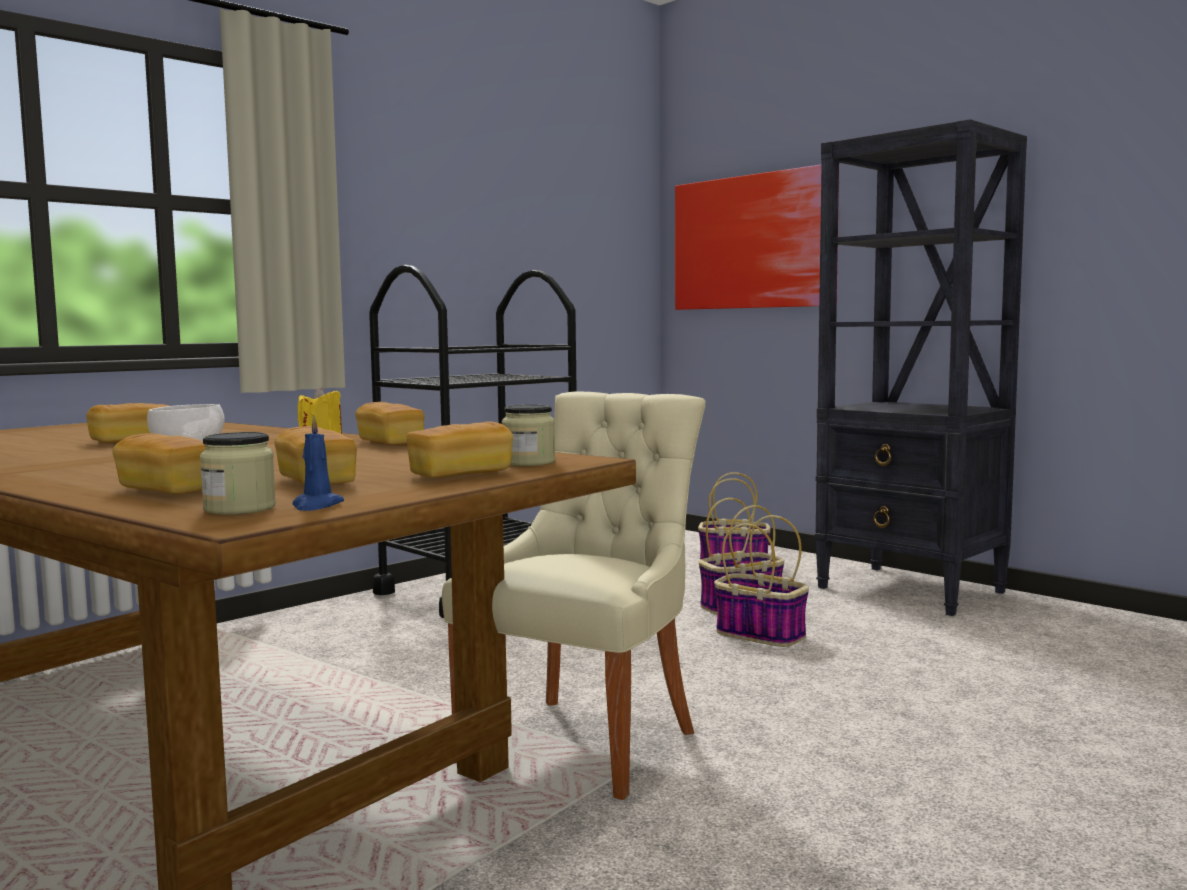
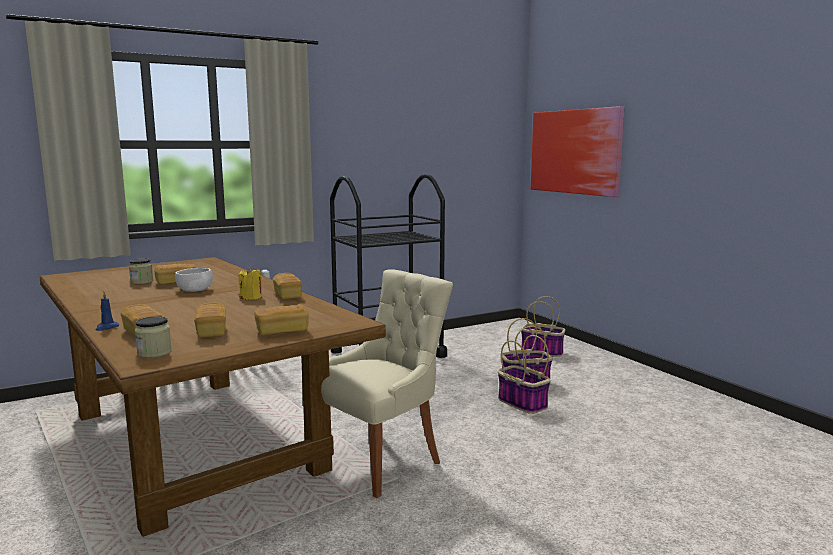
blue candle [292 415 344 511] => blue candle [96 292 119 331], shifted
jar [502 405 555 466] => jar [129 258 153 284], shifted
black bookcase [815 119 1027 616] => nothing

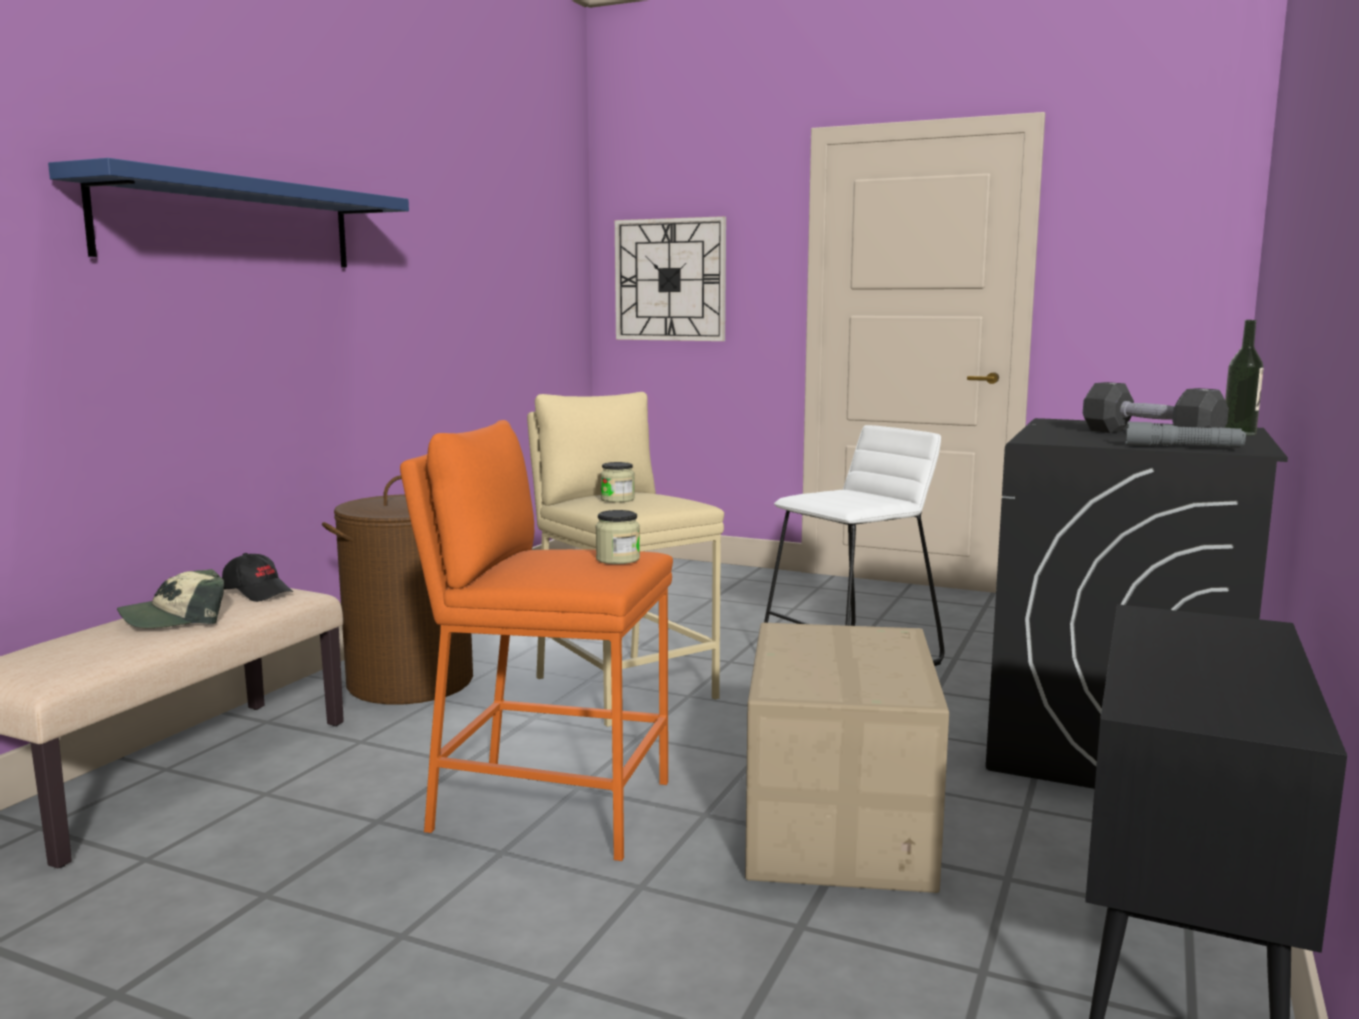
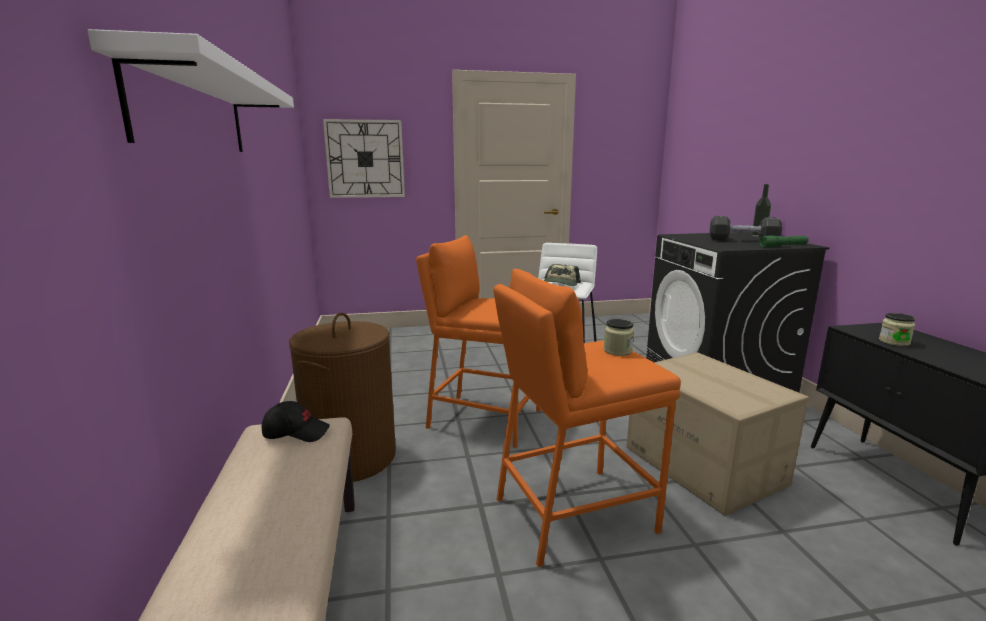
blue shelf [48 158 409 268] => white shelf [87 29 294 152]
cap [117 569 224 628] => cap [544 264 581 286], shifted
beige stool [527 392 724 727] => orange stool [416 235 540 448]
jar [601 462 635 503] => jar [879 313 915 346], shifted
grey flashlight [1126 422 1246 448] => green flashlight [759 235 809 247]

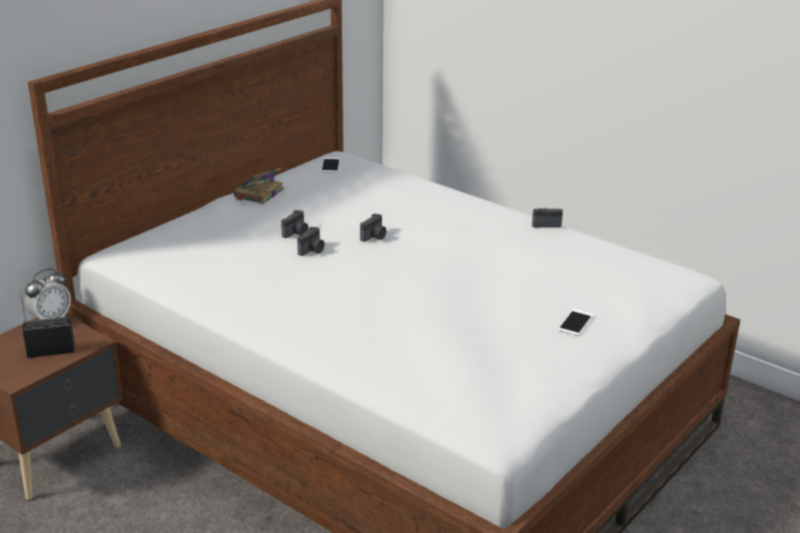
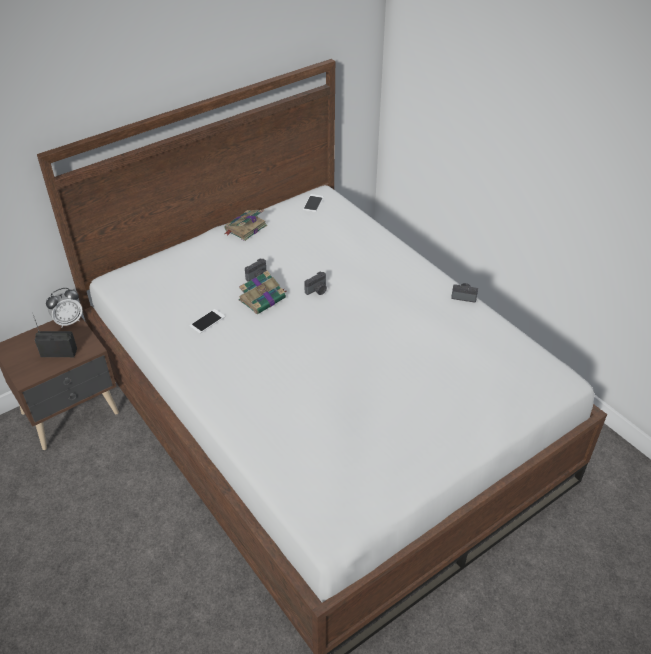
photo camera [297 227 324 256] => book [239 270 287 314]
phone [558 309 594 336] => phone [189 309 225 334], shifted

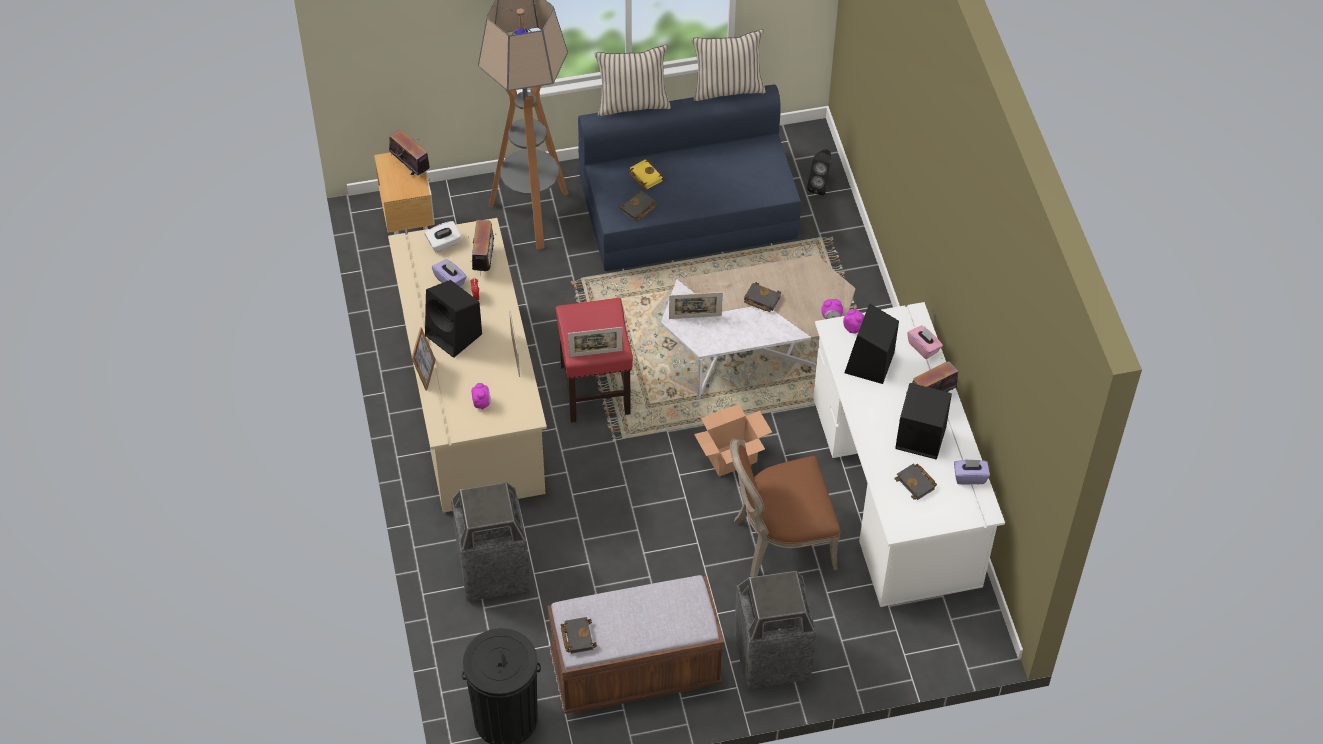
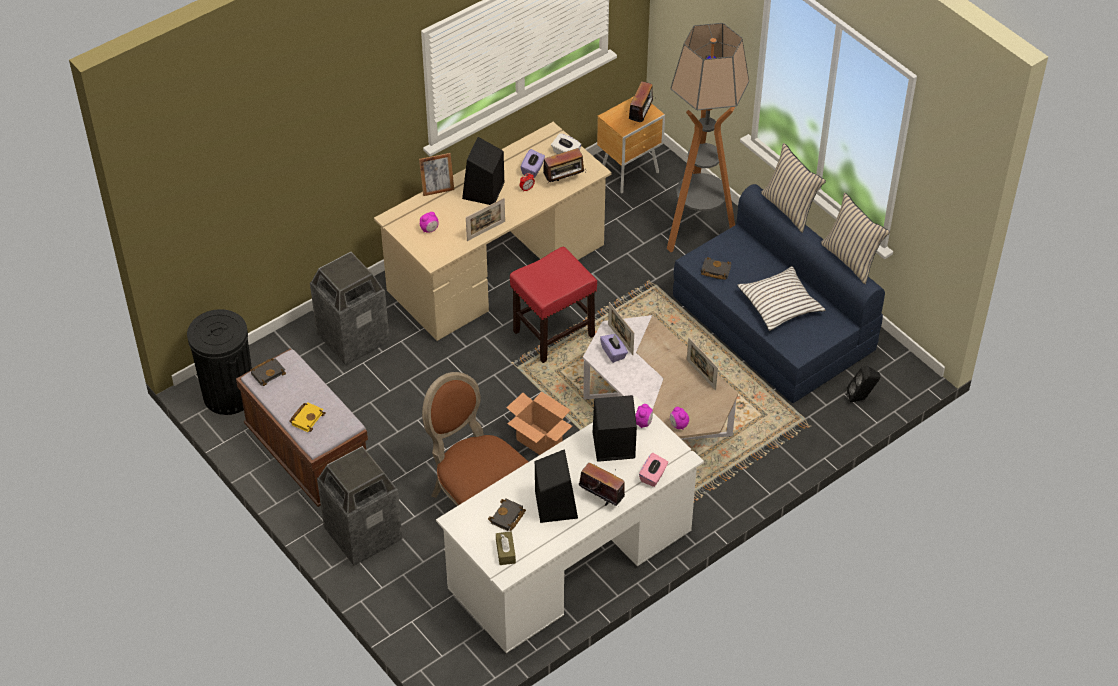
picture frame [568 327 623 357] => picture frame [687 338 718 390], shifted
yellow book [628 159 665 189] => yellow book [289 402 326 432], shifted
black book [744 282 781 312] => nothing
purple tissue box [954 459 990 484] => purple tissue box [600 334 628 363], shifted
nothing => brown tissue box [496 532 516 565]
nothing => white pillow [737 266 825 331]

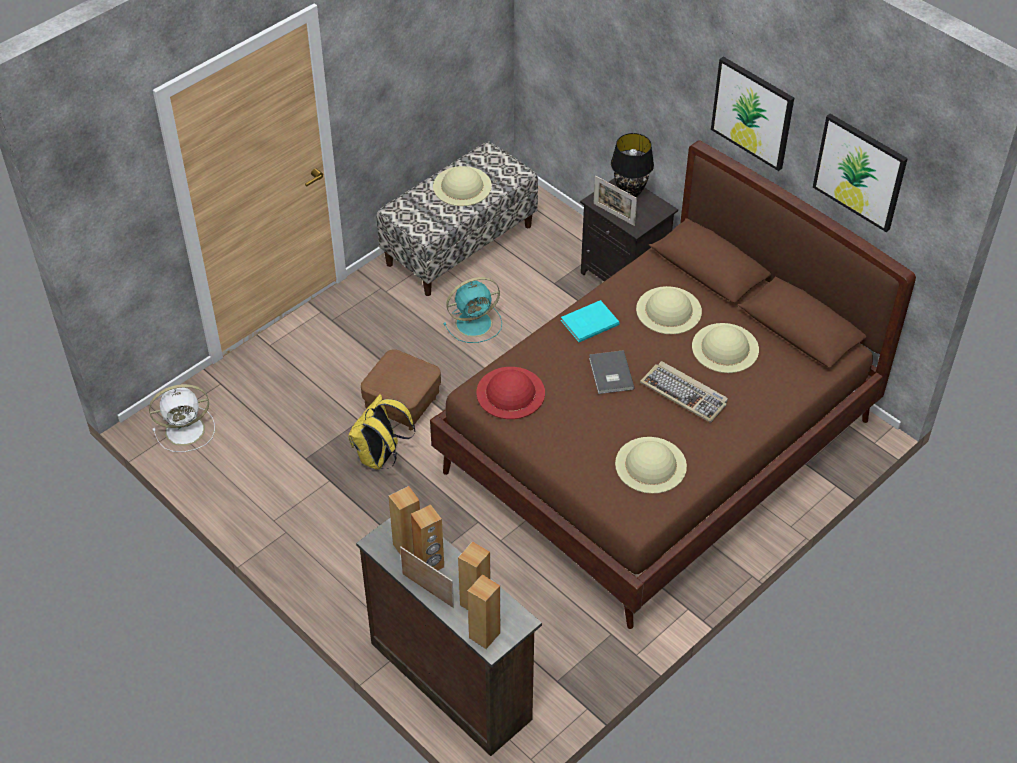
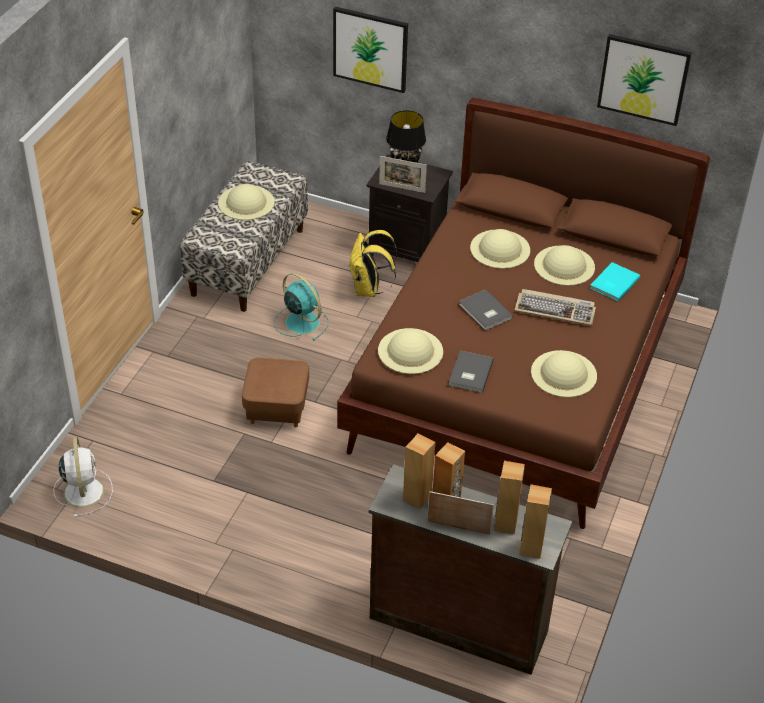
white fan [149 384 215 452] => white fan [53 437 113 517], 60 degrees counterclockwise
yellow backpack [348 394 415 470] => yellow backpack [349 230 398 297], shifted
turquoise fan [443 277 502 343] => turquoise fan [274 273 328 341], 90 degrees counterclockwise
red hat [476 367 545 419] => beige hat [378 328 443 374]
turquoise book [561 300 619 342] => turquoise book [590 262 640 301], shifted
picture [711 57 794 171] => picture [333 7 408 93], shifted
nothing => grey book [448 350 494 393]

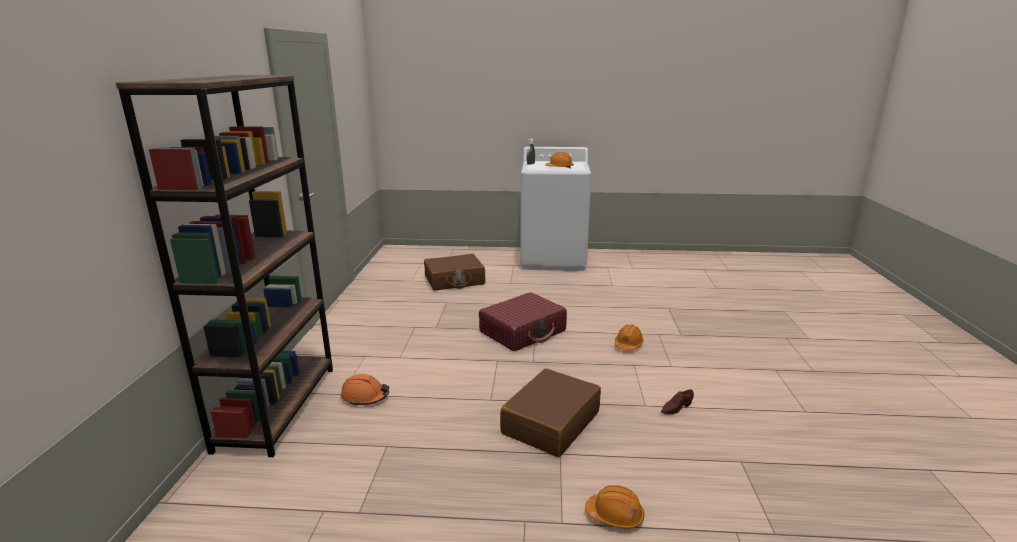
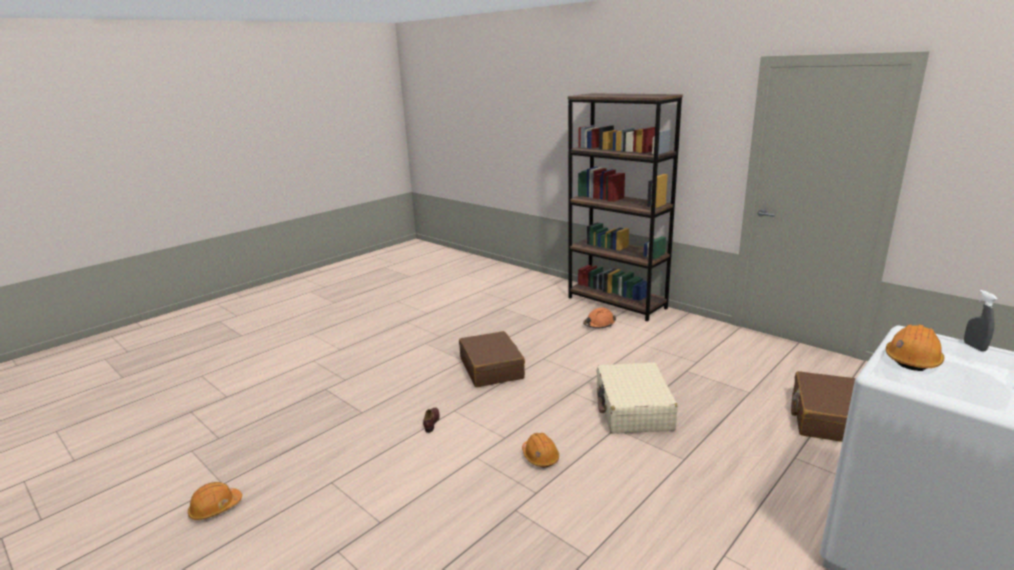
red suitcase [479 292 567 351] => beige suitcase [597 362 678 434]
orange hard hat [585 485 644 529] => orange hard hat [188 482 242 520], shifted

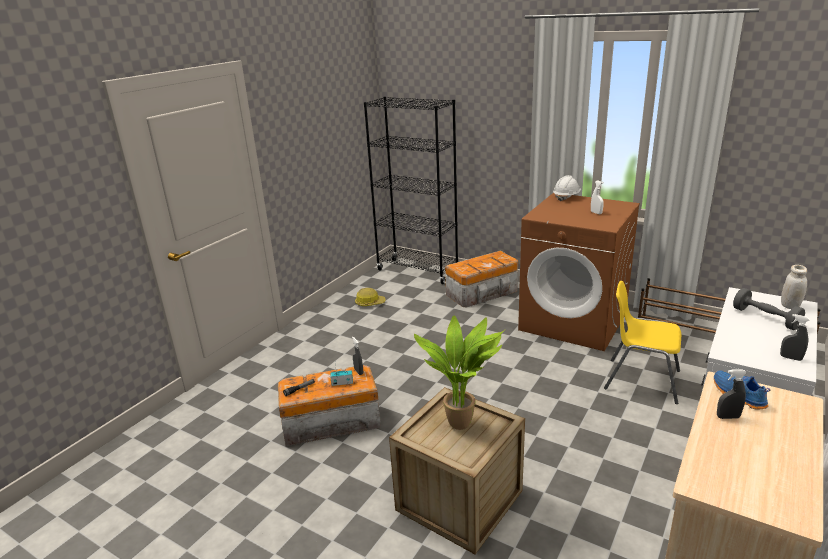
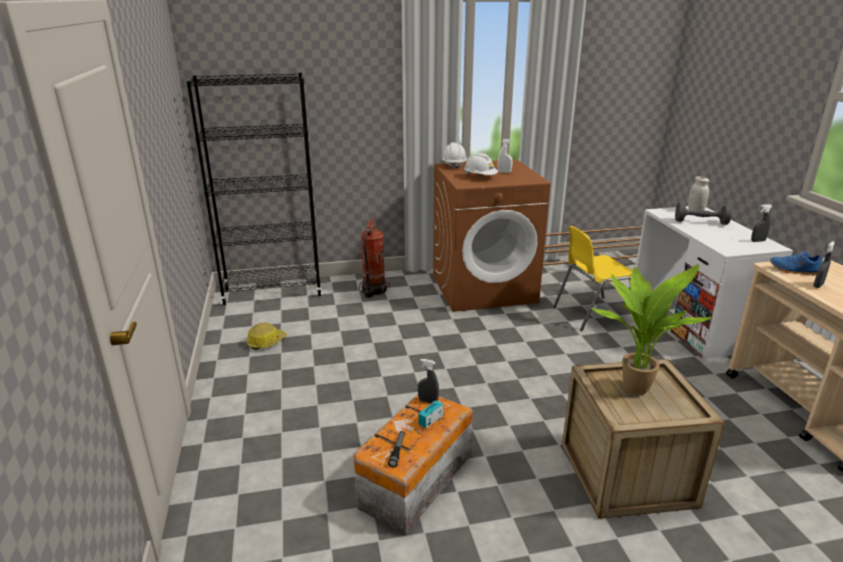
storage box [445 251 518 307] => fire extinguisher [359 218 390 298]
nothing => white hard hat [464 153 498 175]

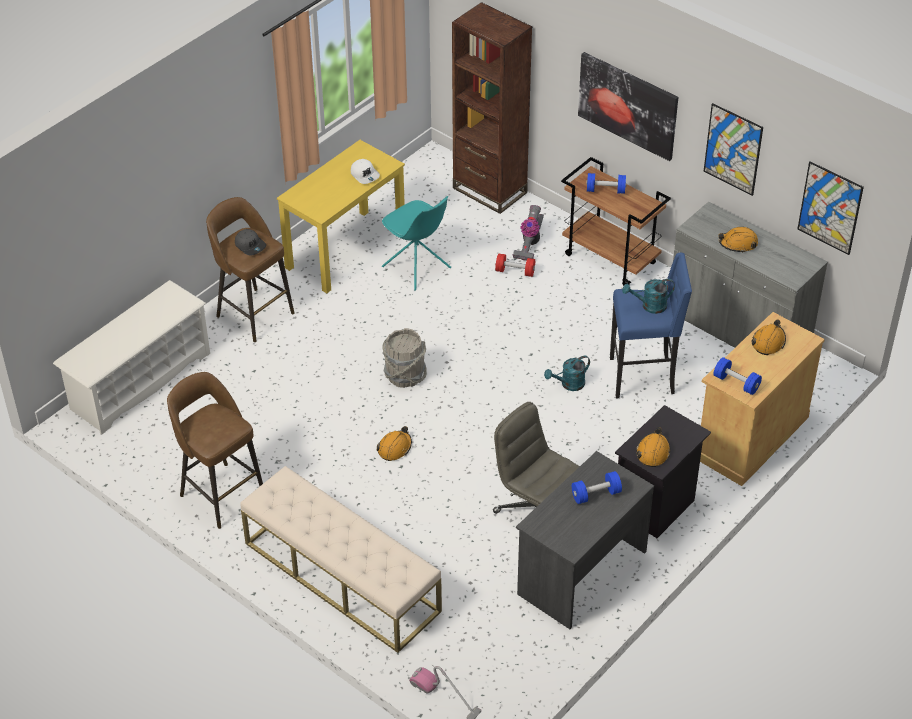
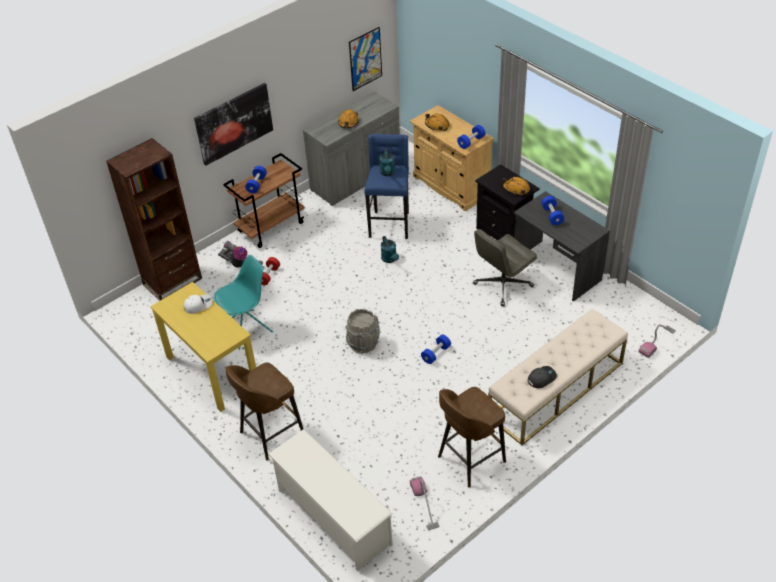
grey cap [235 229 266 256] => grey cap [528 366 557 388], shifted
orange hard hat [377 426 412 461] => blue dumbbell [421 334 451 364]
picture [703 103 763 196] => nothing
nothing => vacuum cleaner [410 476 439 530]

